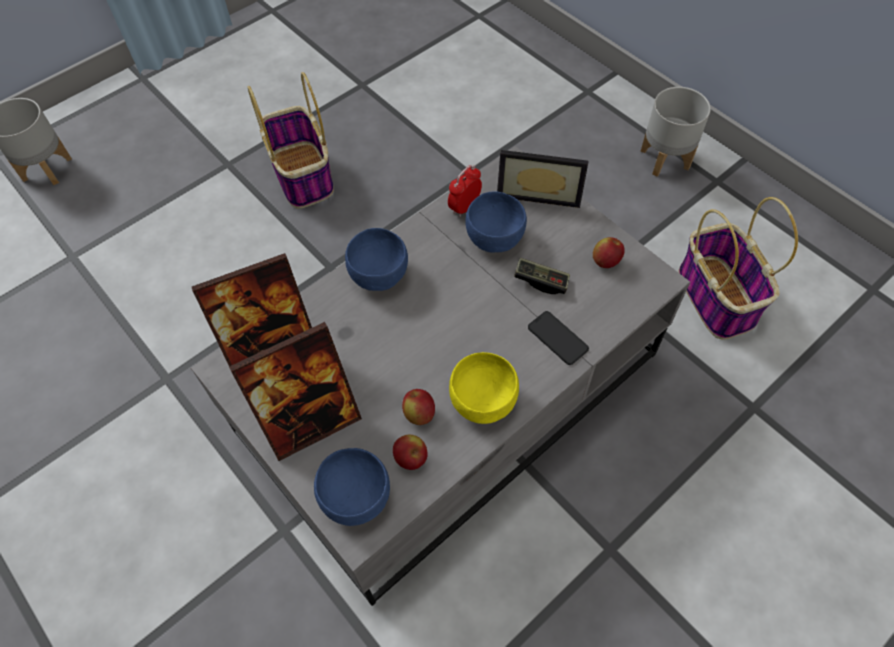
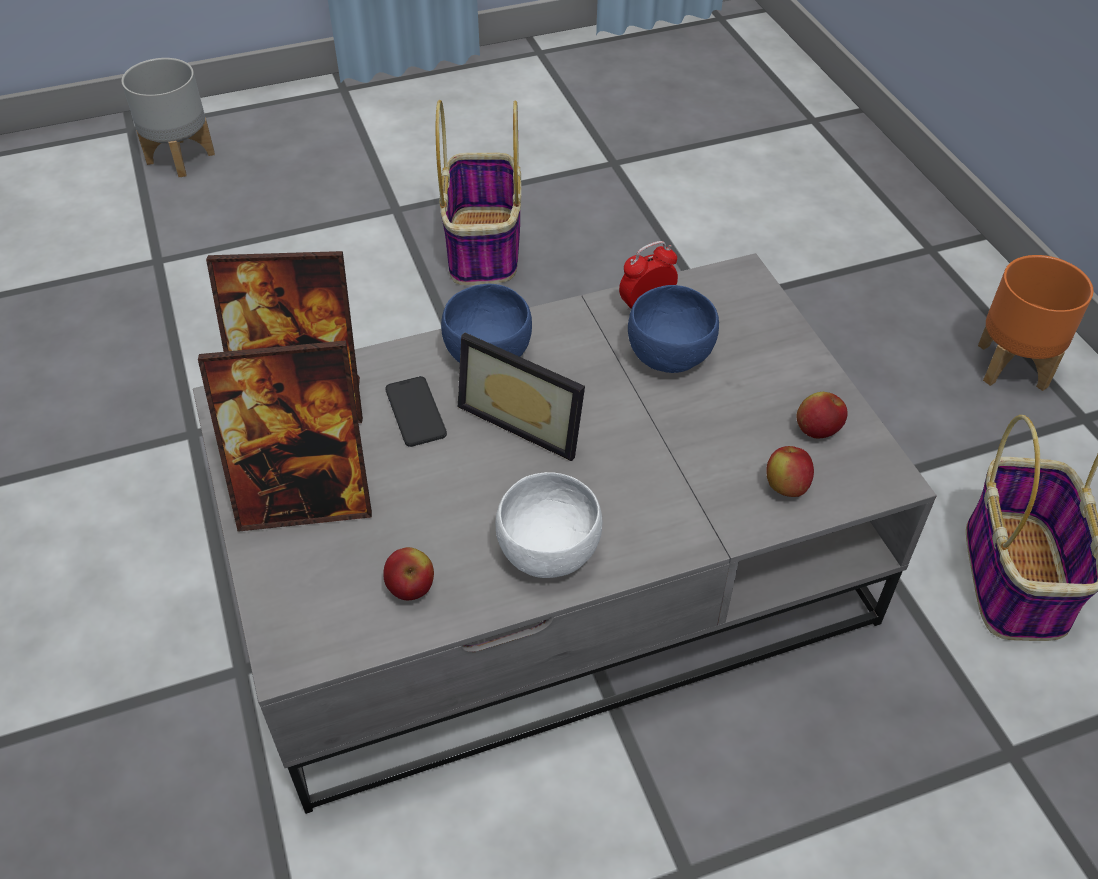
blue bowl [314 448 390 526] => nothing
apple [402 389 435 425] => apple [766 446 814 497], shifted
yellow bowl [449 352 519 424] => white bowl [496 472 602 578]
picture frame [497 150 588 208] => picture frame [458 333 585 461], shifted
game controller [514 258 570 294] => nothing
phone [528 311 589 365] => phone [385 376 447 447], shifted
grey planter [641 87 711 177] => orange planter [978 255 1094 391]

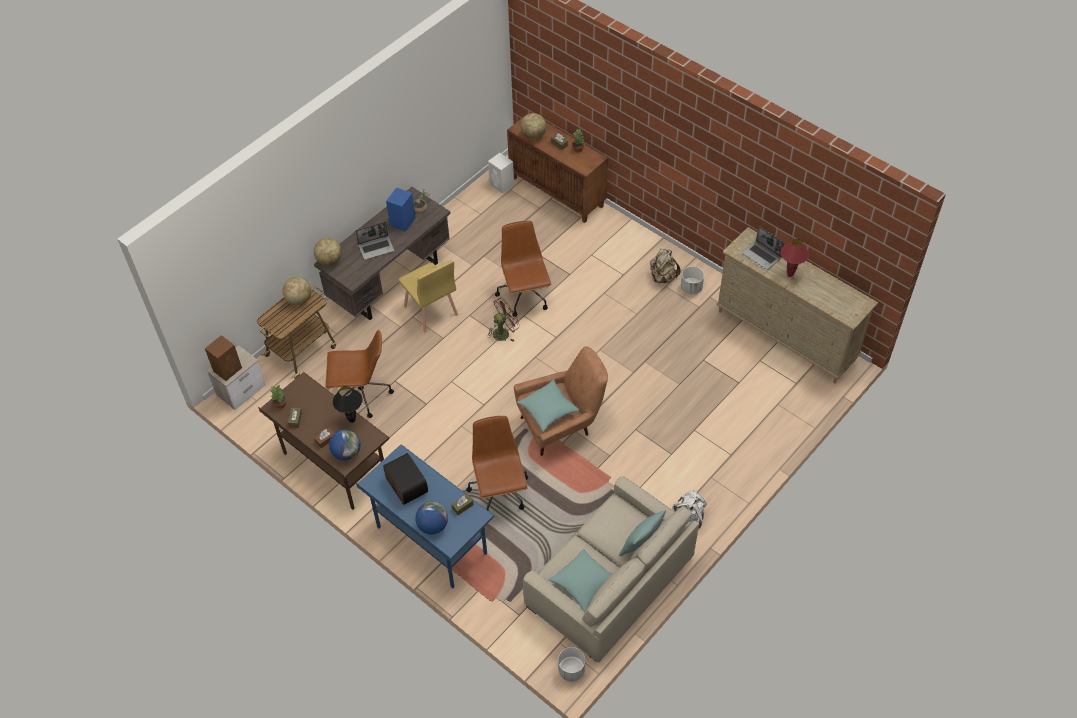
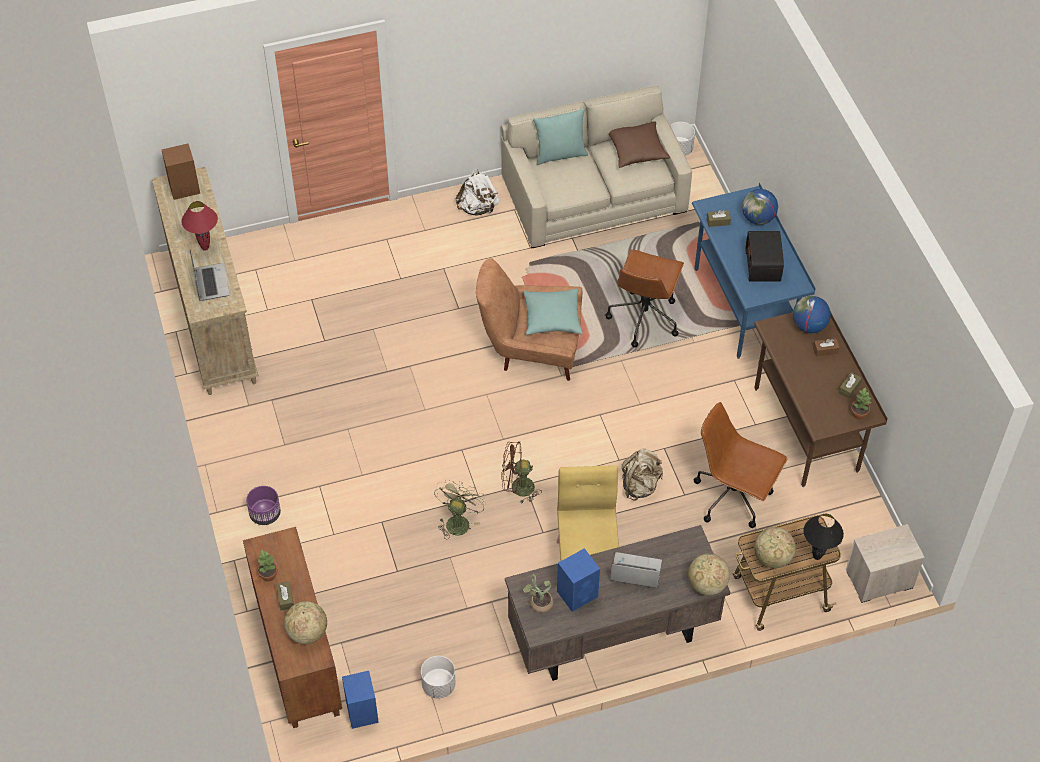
brown speaker [205 335 242 381] => brown speaker [162 144 200 200], shifted
black table lamp [333 386 363 423] => black table lamp [804 514 844 560], shifted
white speaker [488 153 514 194] => blue speaker [342 671 379 729]
brown office chair [495 221 551 317] => green fan [434 479 486 540]
turquoise pillow [549 549 612 612] => brown pillow [609 121 670 168]
beige backpack [650 249 680 283] => beige backpack [622 449 663 501], shifted
white planter [681 266 704 294] => white planter [421 656 456 699], shifted
nothing => purple planter [246 486 281 525]

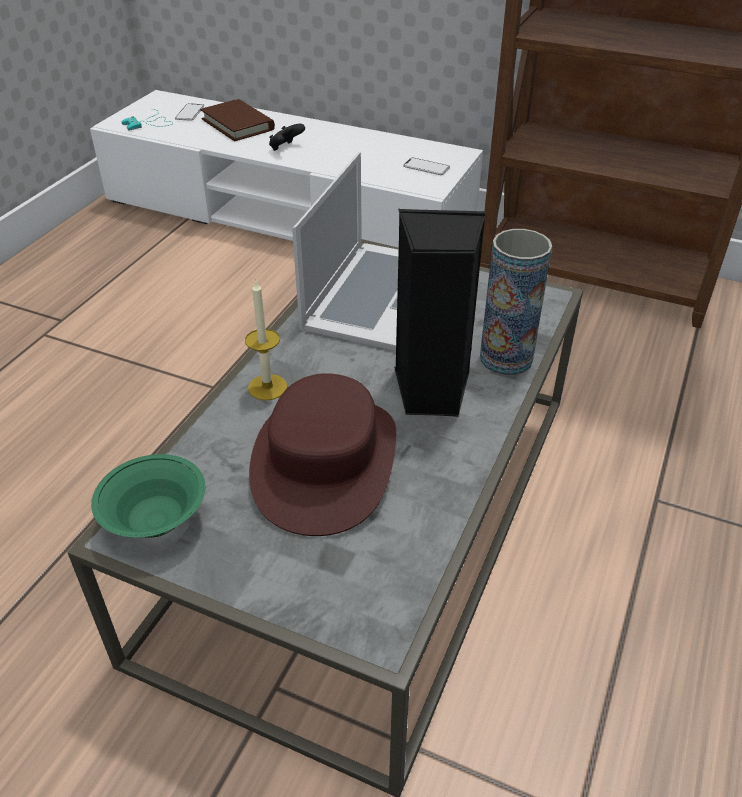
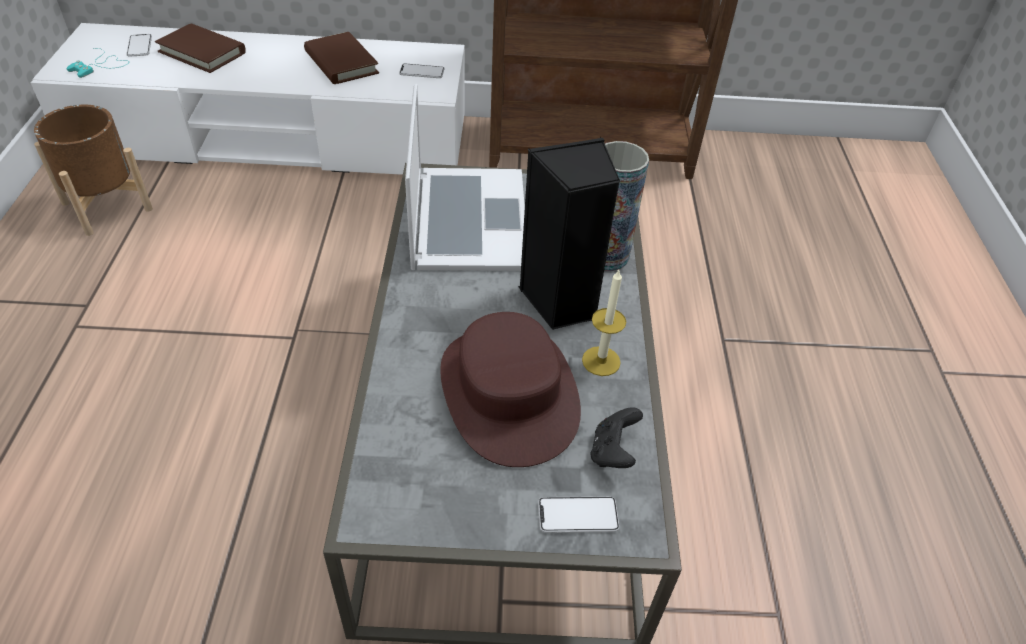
green bowl [91 454 205 538] => nothing
candle [245 279 287 401] => candle [582 270 626 376], shifted
black game controller [269 124 305 151] => black game controller [591 407 643 468], shifted
nothing => brown planter [34 105 153 236]
nothing => brown book [304 32 379 84]
nothing => phone [538 496 620 533]

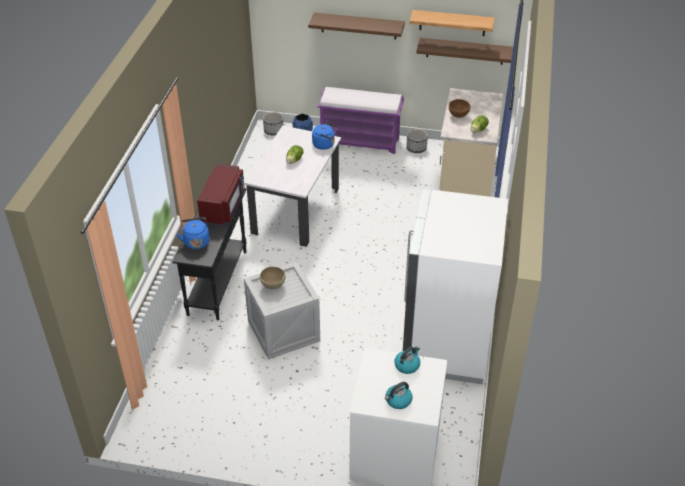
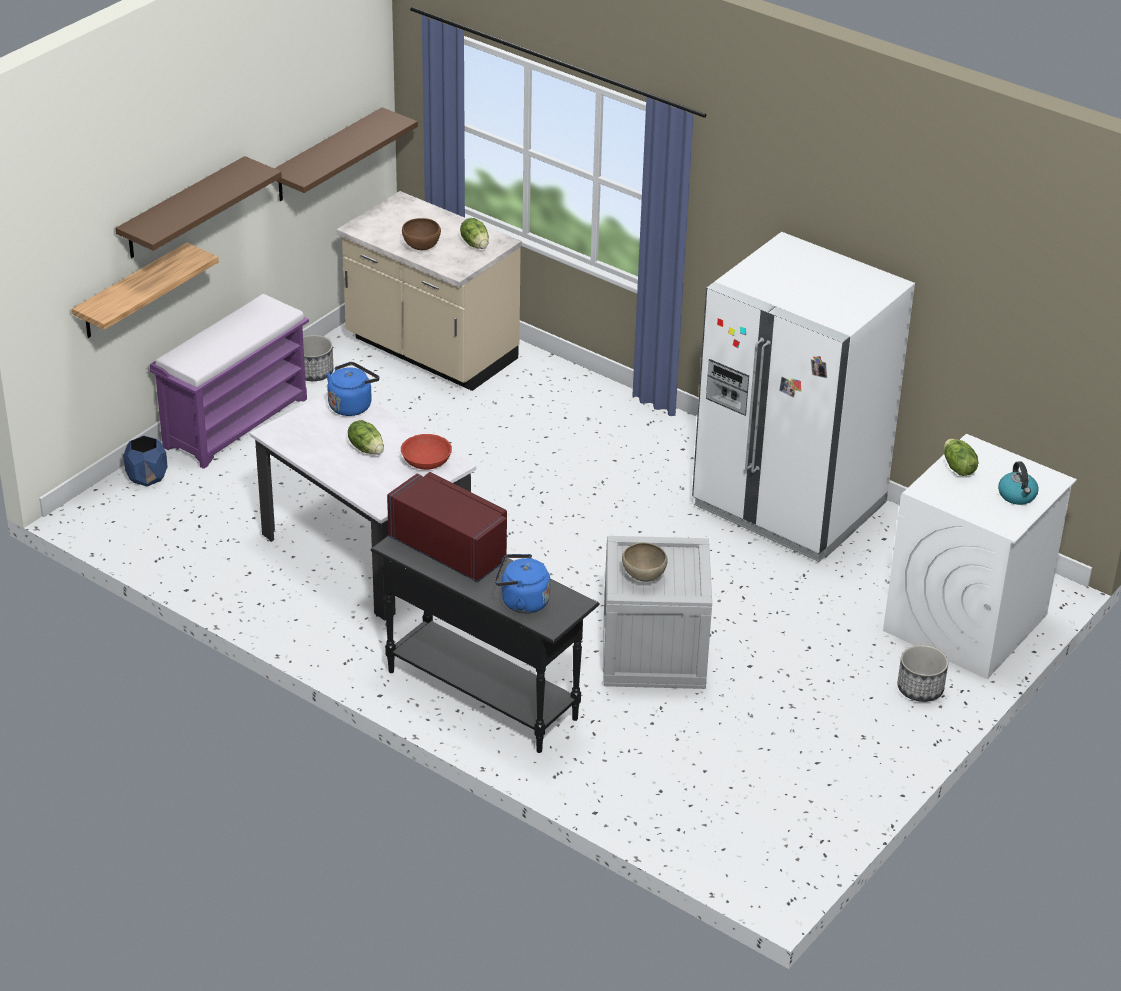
planter [263 112 284 136] => planter [897 645 948 702], shifted
kettle [394 346 420 374] => lettuce [944 439 979 476]
shelf [409 10 495 36] => shelf [72 242 219 338], shifted
nothing => red bowl [401 434 452 470]

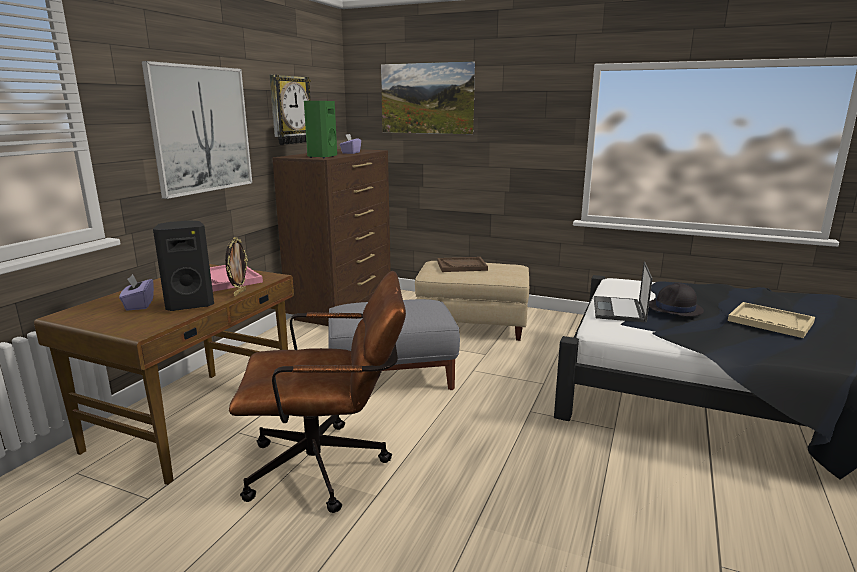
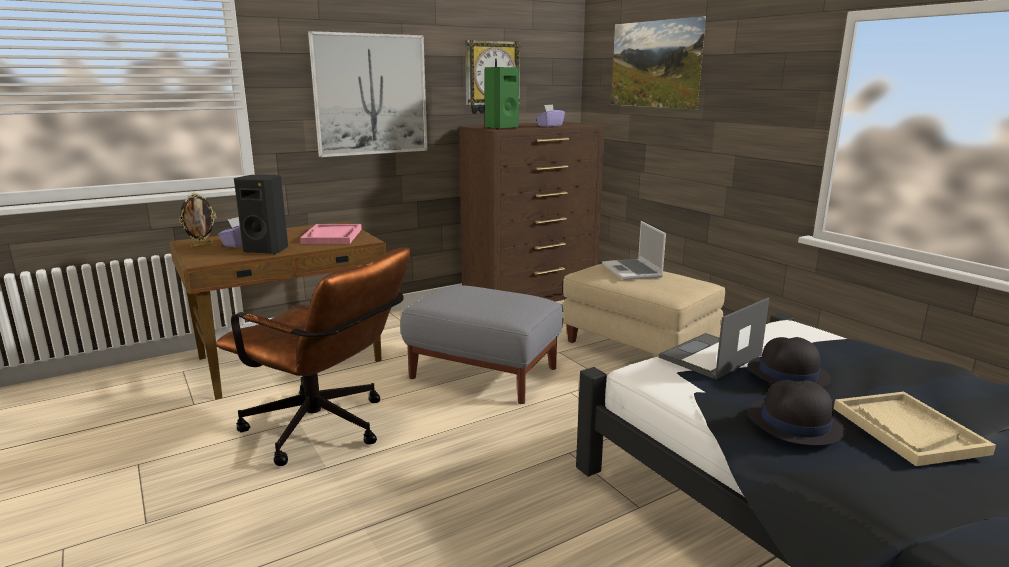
picture frame [225 237 248 296] => picture frame [179 193 216 248], shifted
brown tray [437 257 488 272] => laptop [602 221 666 280]
nothing => black hat [748 380 846 446]

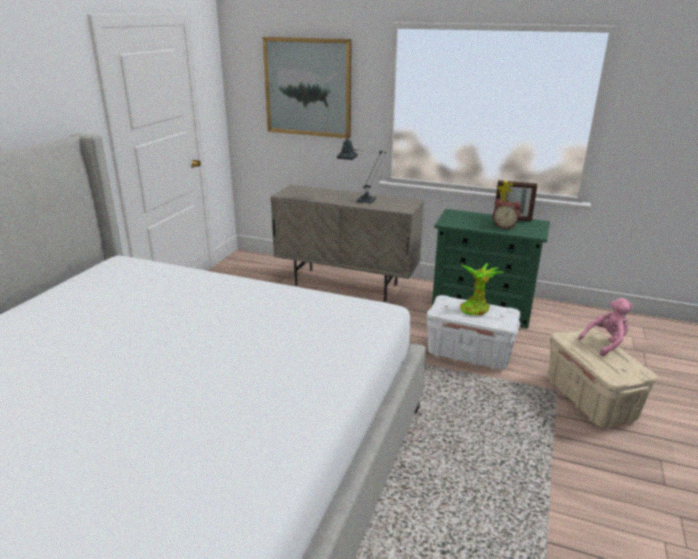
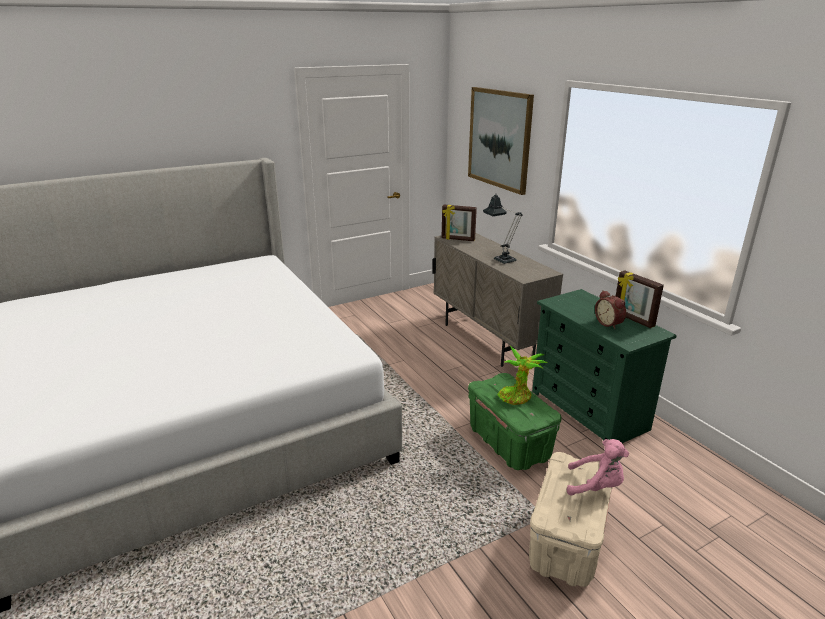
white storage box [427 295 521 370] => green storage box [468 373 562 470]
nothing => picture frame [442 205 477 241]

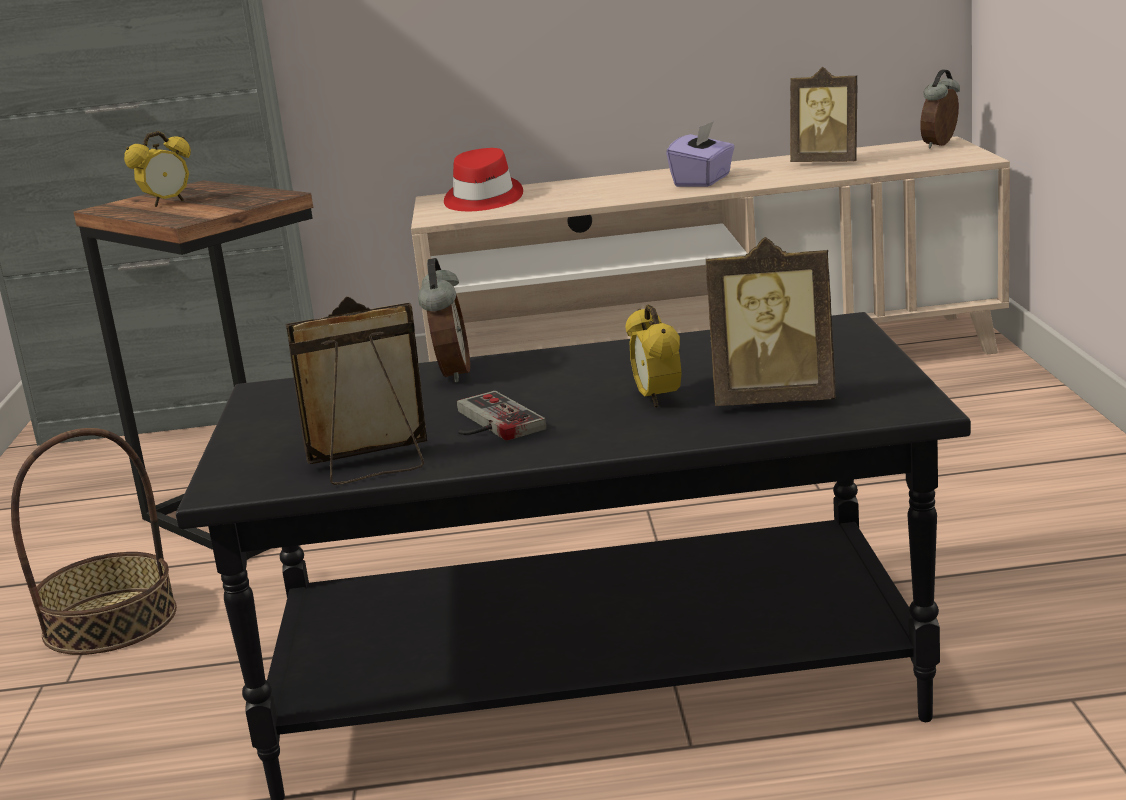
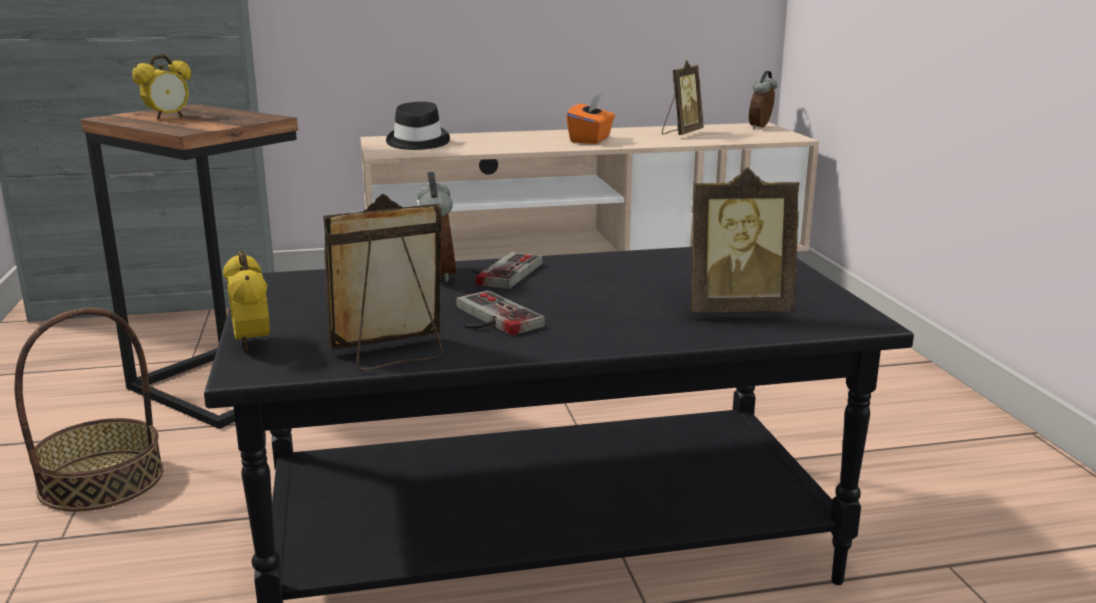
red hat [444 148 523 211] => black hat [386 102 450 150]
alarm clock [626 305 682 408] => alarm clock [223 251 270 351], shifted
purple tissue box [666 121 735 187] => orange tissue box [566 94 615 144]
picture frame [790 67 858 162] => picture frame [662 60 704 135], 75 degrees counterclockwise
nothing => game controller [472 252 543 289]

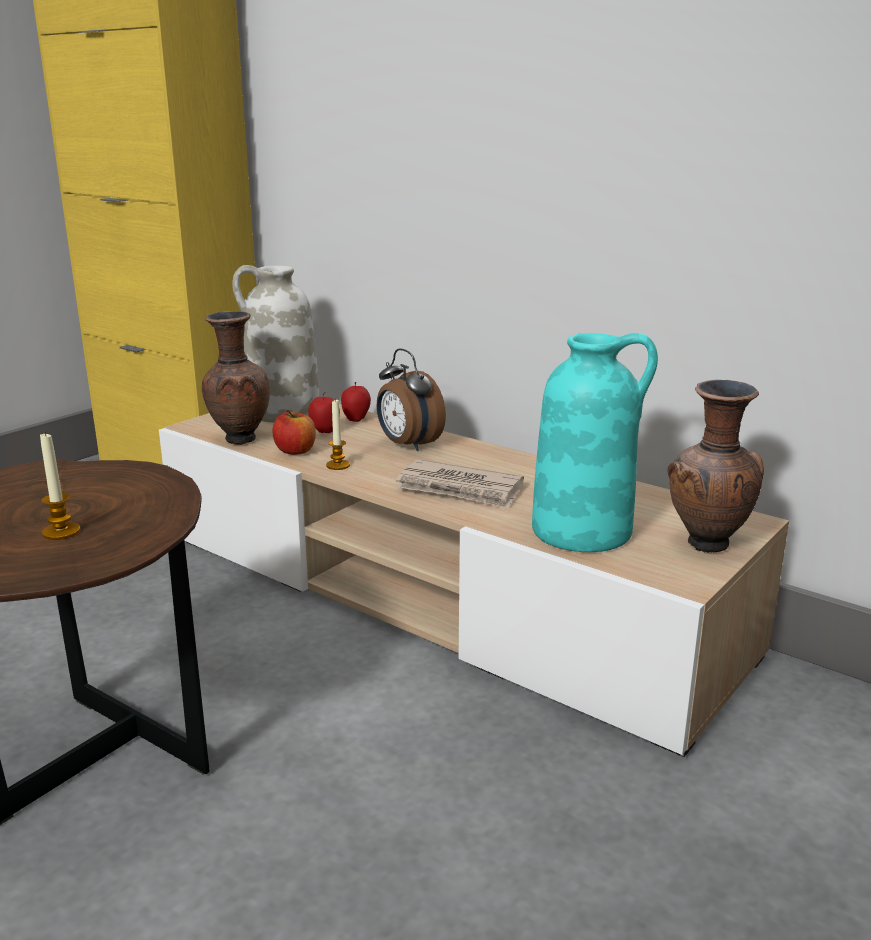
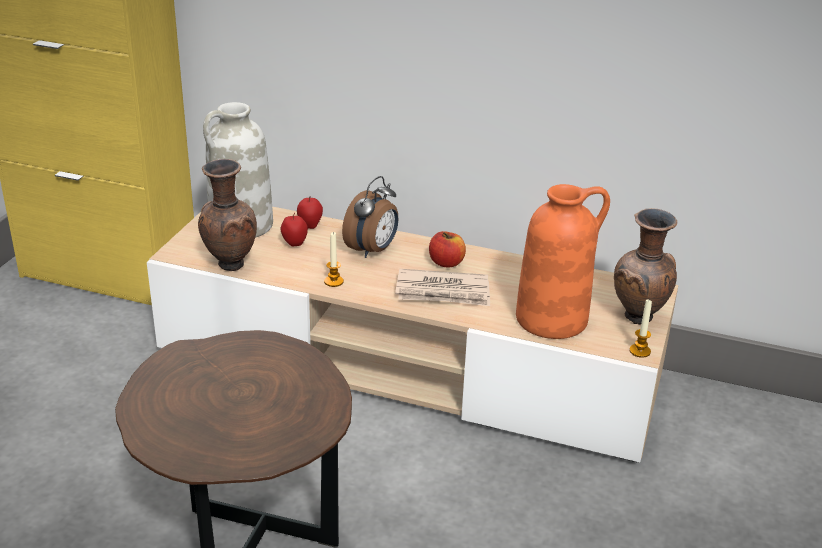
candle [40 432 80 540] => candle [629 300 652 358], shifted
apple [272 410 316 455] => apple [429 231 466 268], shifted
alarm clock [377 349 446 451] => alarm clock [342 176 398 258], 90 degrees counterclockwise
turquoise vase [532 333 658 552] => orange vase [516 184 610 339]

